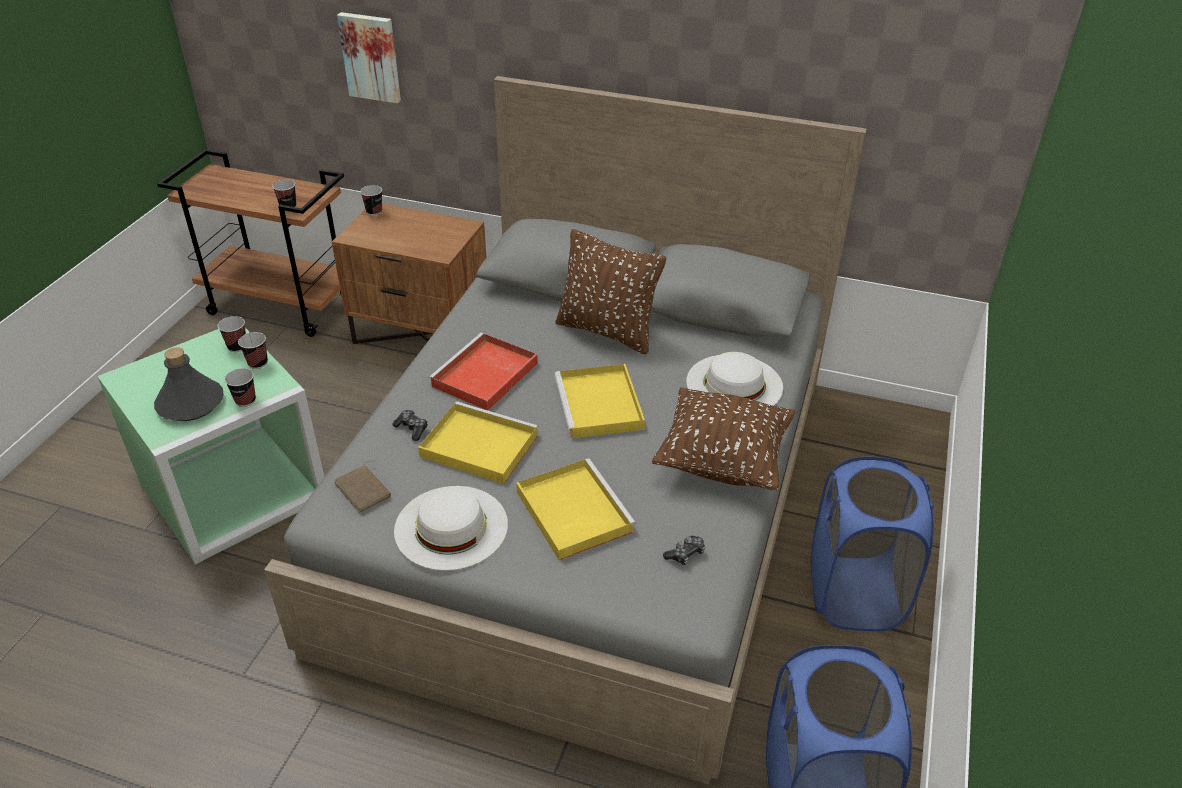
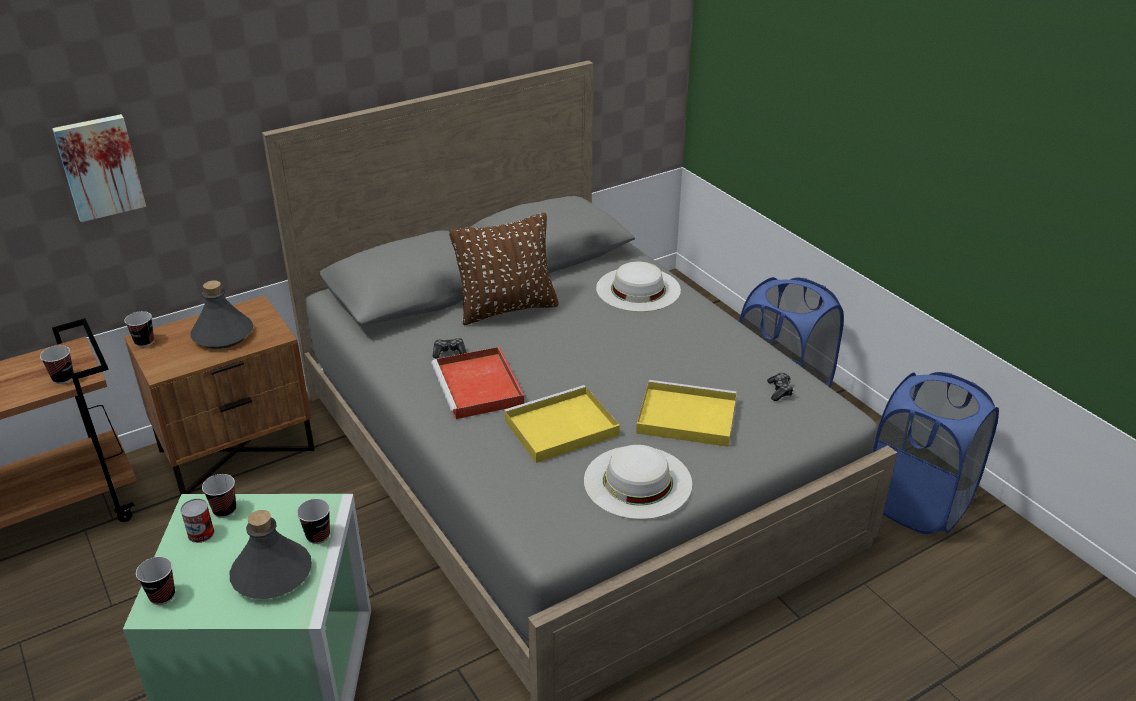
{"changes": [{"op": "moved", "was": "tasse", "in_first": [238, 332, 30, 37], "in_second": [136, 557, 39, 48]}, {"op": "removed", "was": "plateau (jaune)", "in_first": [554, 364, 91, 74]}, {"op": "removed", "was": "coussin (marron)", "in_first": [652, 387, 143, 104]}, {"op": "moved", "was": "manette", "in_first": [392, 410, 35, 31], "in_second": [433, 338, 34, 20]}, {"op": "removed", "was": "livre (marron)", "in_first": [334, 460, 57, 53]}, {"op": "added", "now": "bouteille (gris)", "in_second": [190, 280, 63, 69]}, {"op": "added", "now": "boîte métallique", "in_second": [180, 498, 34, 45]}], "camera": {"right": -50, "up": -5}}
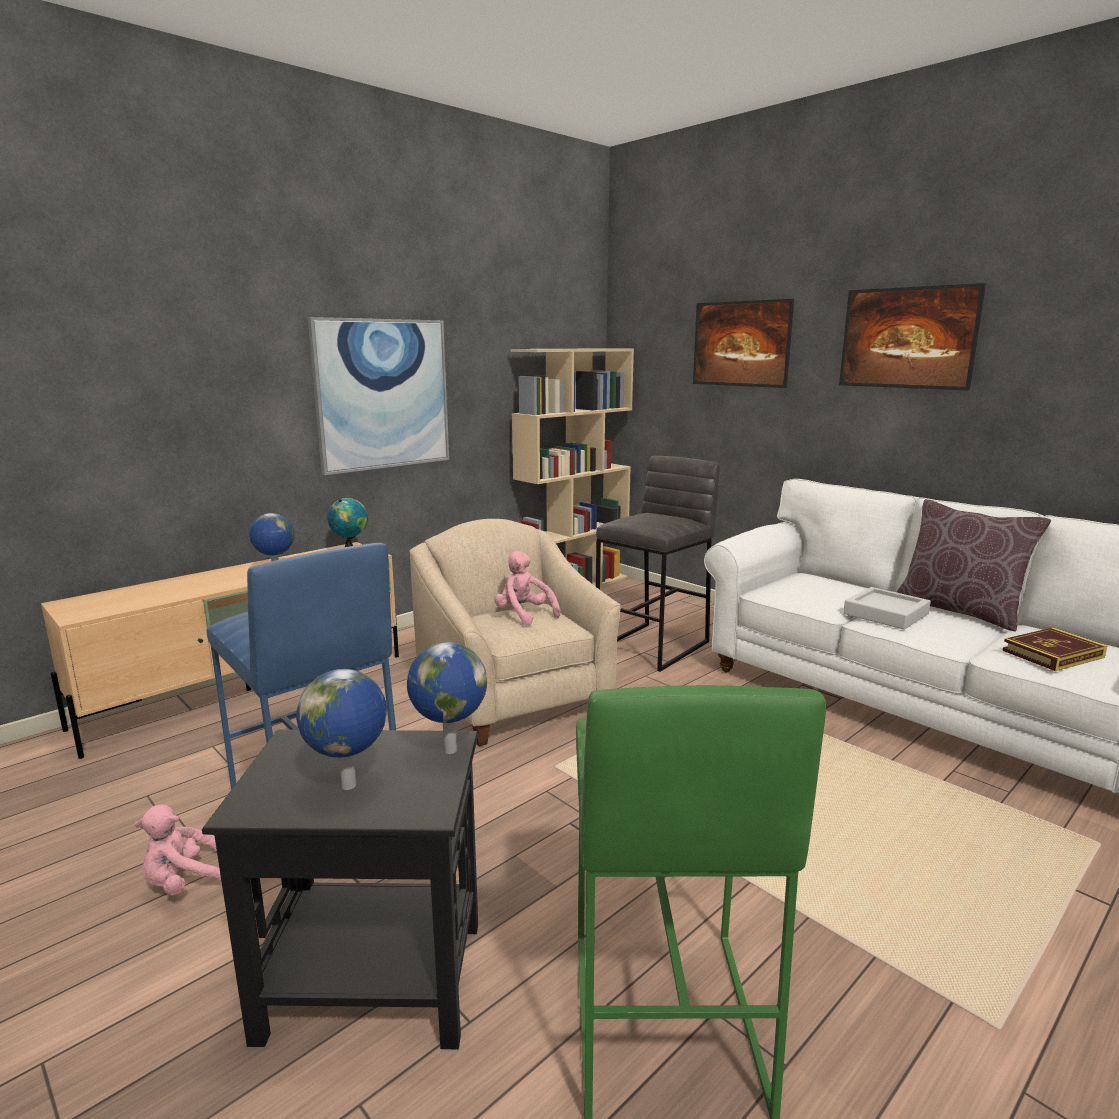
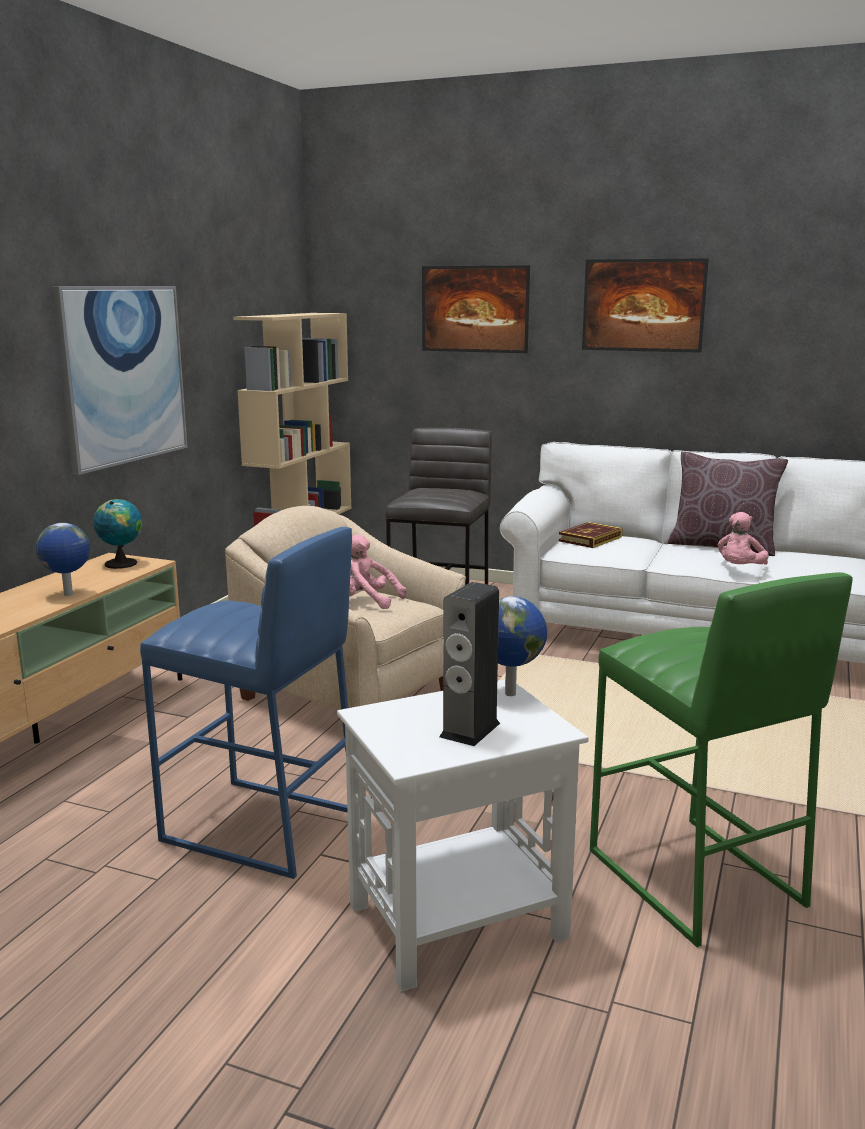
{"changes": [{"op": "removed", "was": "plateau (gris)", "in_first": [843, 587, 88, 43]}, {"op": "moved", "was": "livre", "in_first": [1002, 627, 105, 44], "in_second": [559, 522, 64, 26]}, {"op": "replaced", "was": "globe", "now": "enceinte", "in_first": [296, 669, 91, 121], "in_second": [440, 582, 60, 164]}, {"op": "recoloured", "was": "table d'appoint (noir)", "now": "table d'appoint (blanc)", "in_first": [202, 730, 276, 319], "in_second": [337, 679, 252, 313]}, {"op": "moved", "was": "peluche (rose)", "in_first": [134, 805, 87, 90], "in_second": [718, 512, 51, 53]}], "camera": {"right": -25, "up": 0}}
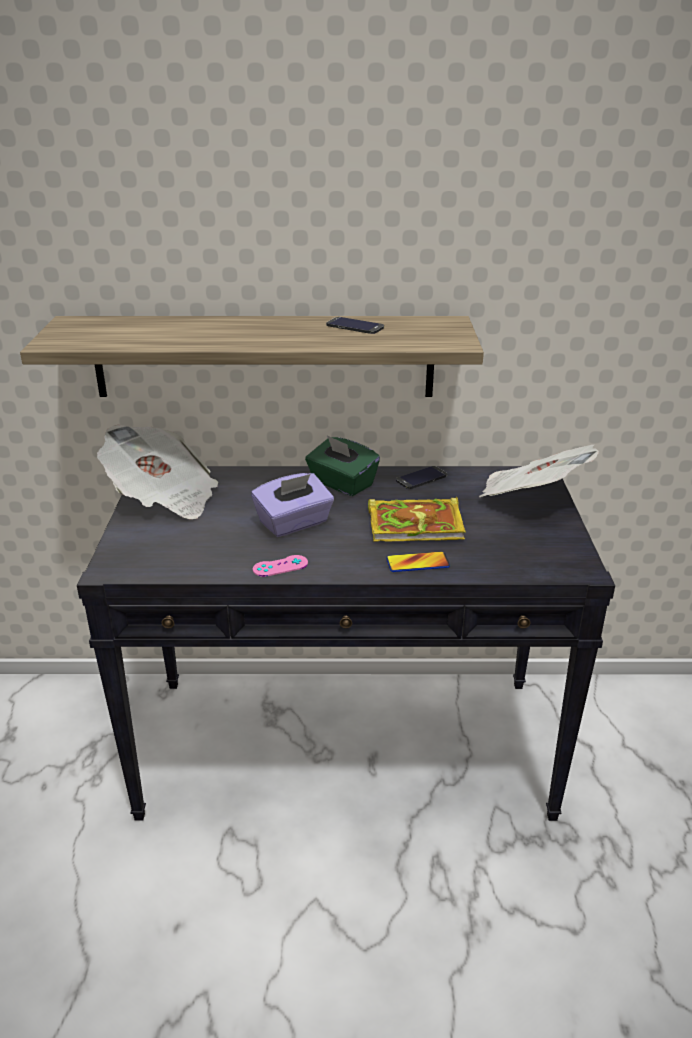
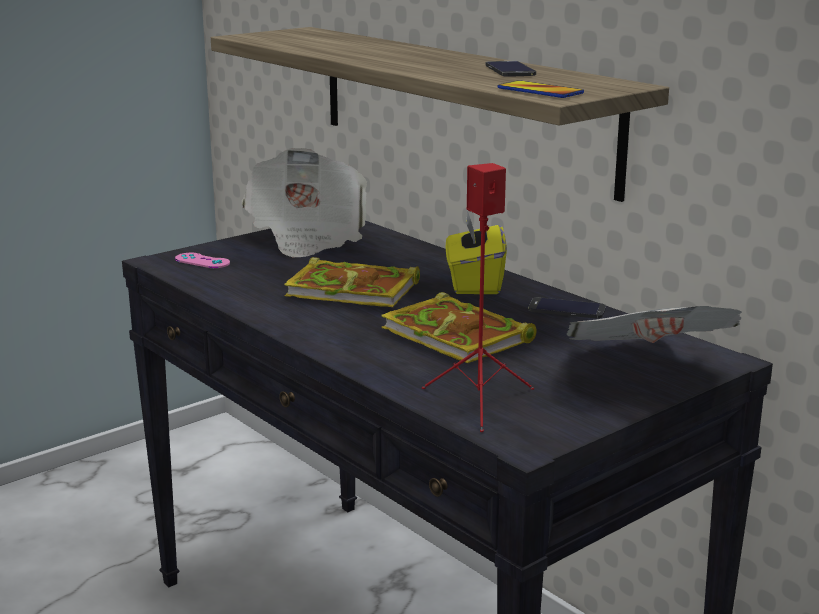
{"changes": [{"op": "recoloured", "was": "boîte à mouchoirs (vert)", "now": "boîte à mouchoirs (jaune)", "in_first": [305, 435, 75, 61], "in_second": [446, 211, 61, 83]}, {"op": "replaced", "was": "boîte à mouchoirs (violet)", "now": "livre", "in_first": [251, 473, 83, 64], "in_second": [284, 257, 136, 50]}, {"op": "moved", "was": "téléphone", "in_first": [386, 551, 64, 21], "in_second": [498, 81, 86, 17]}, {"op": "moved", "was": "manette (rose)", "in_first": [253, 555, 55, 22], "in_second": [175, 253, 55, 15]}, {"op": "added", "now": "enceinte (rouge)", "in_second": [422, 163, 112, 269]}], "camera": {"right": 50, "up": -10}}
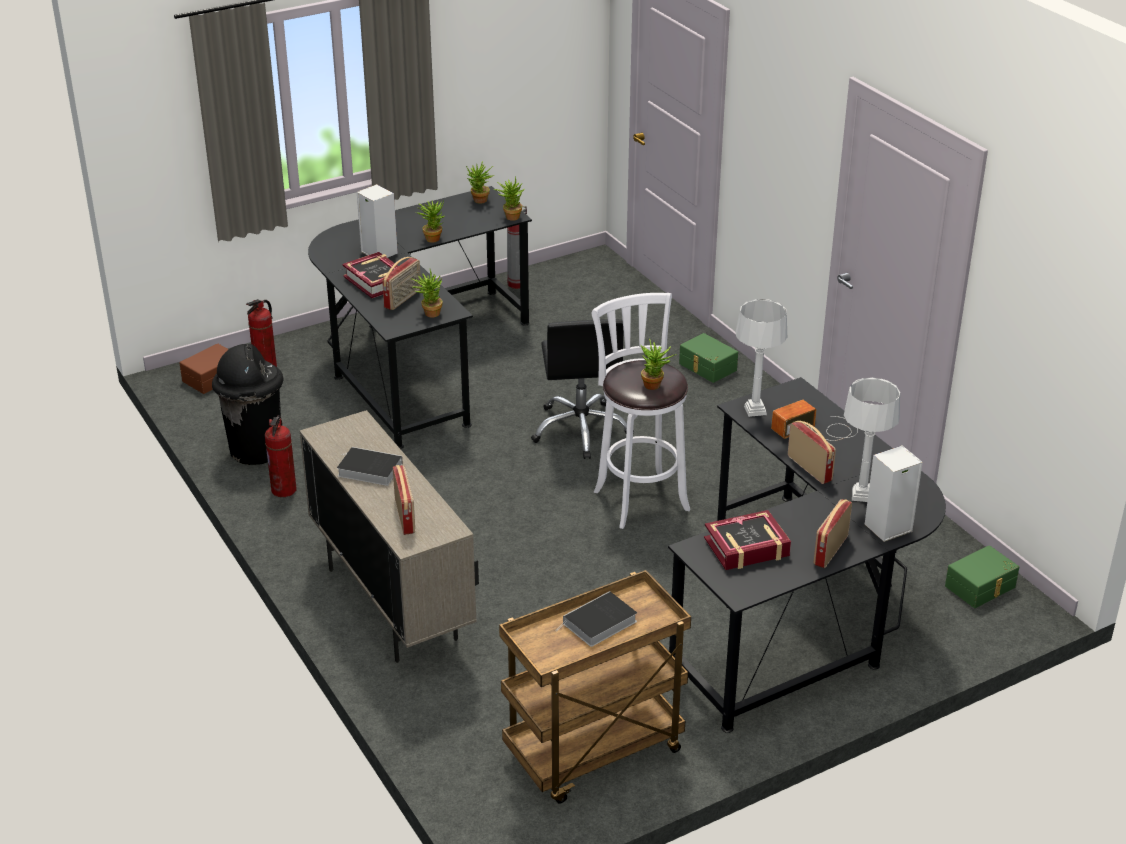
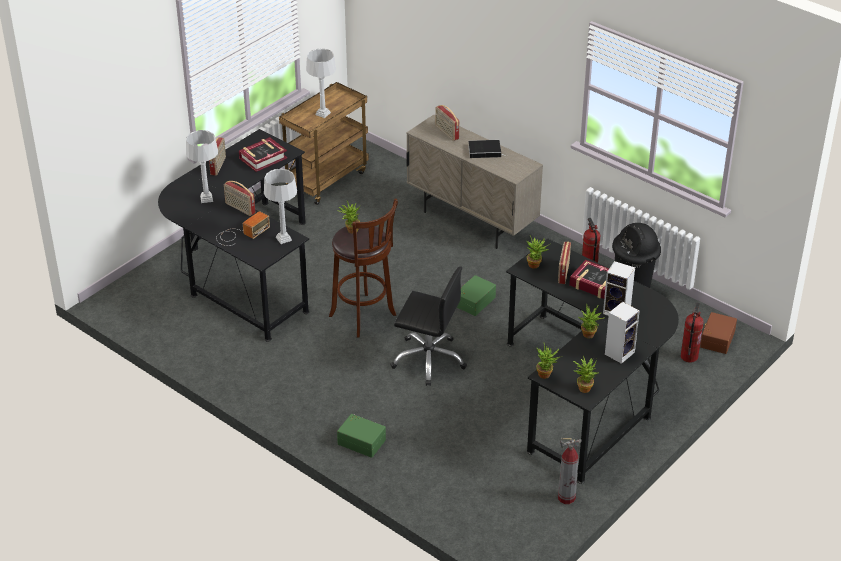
{"changes": [{"op": "recoloured", "was": "tabouret (blanc)", "now": "tabouret (marron)", "in_first": [592, 293, 98, 236], "in_second": [329, 199, 69, 139]}, {"op": "turned", "was": "chaise de bureau (noir)", "in_first": [531, 319, 103, 140], "in_second": [390, 266, 77, 120], "clockwise": 135}, {"op": "moved", "was": "enceinte", "in_first": [865, 445, 58, 97], "in_second": [605, 302, 35, 62]}, {"op": "moved", "was": "boîte de rangement (vert)", "in_first": [945, 545, 74, 63], "in_second": [457, 275, 39, 41]}, {"op": "replaced", "was": "livre", "now": "lampe de table (gris)", "in_first": [557, 591, 80, 56], "in_second": [306, 48, 30, 70]}], "camera": {"right": 160, "up": 5}}
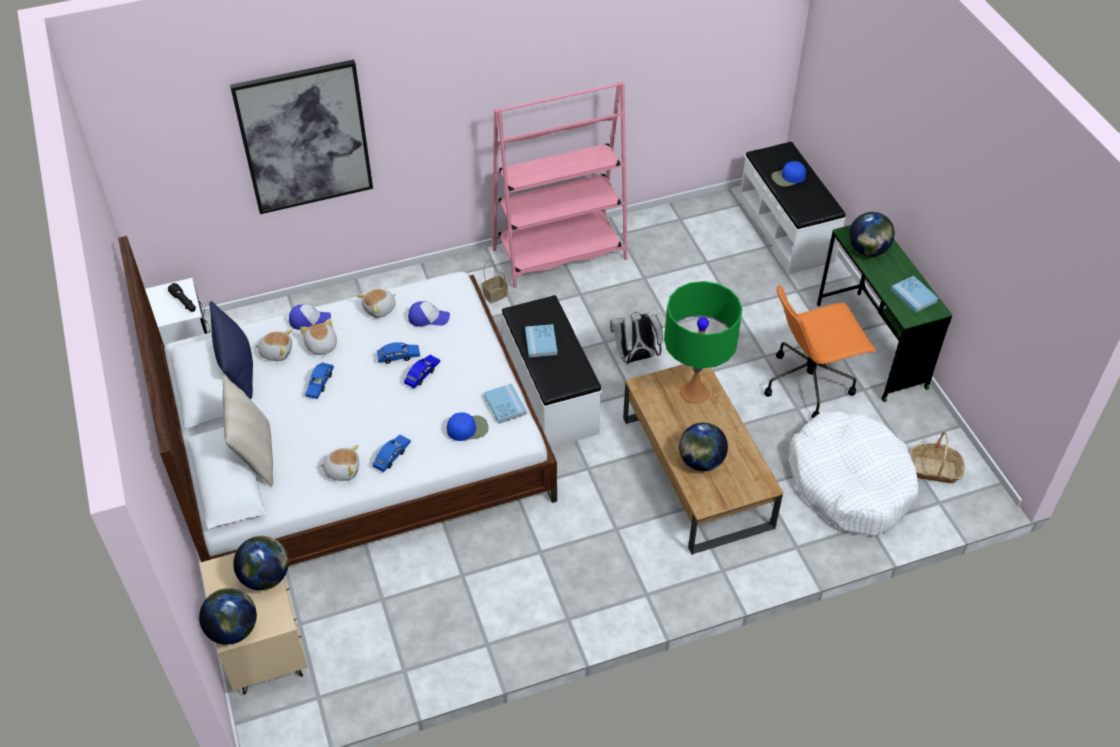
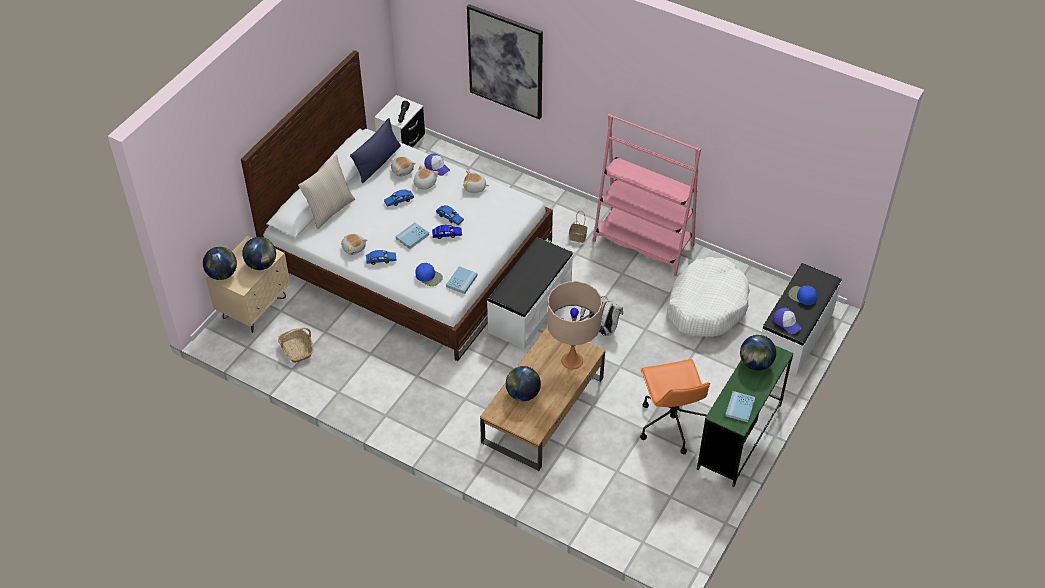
{"changes": [{"op": "recoloured", "was": "lampe de table (vert)", "now": "lampe de table (beige)", "in_first": [664, 281, 79, 123], "in_second": [547, 281, 55, 89]}, {"op": "turned", "was": "chaise de bureau (orange)", "in_first": [764, 284, 112, 134], "in_second": [640, 359, 70, 96], "clockwise": -135}, {"op": "moved", "was": "casquette", "in_first": [408, 301, 42, 26], "in_second": [773, 308, 29, 26]}, {"op": "moved", "was": "livre (bleu)", "in_first": [525, 324, 33, 34], "in_second": [396, 223, 33, 26]}, {"op": "moved", "was": "panier pour chien (blanc)", "in_first": [789, 411, 130, 124], "in_second": [667, 257, 83, 80]}, {"op": "moved", "was": "panier", "in_first": [910, 432, 55, 52], "in_second": [278, 328, 36, 35]}], "camera": {"right": 50, "up": 0}}
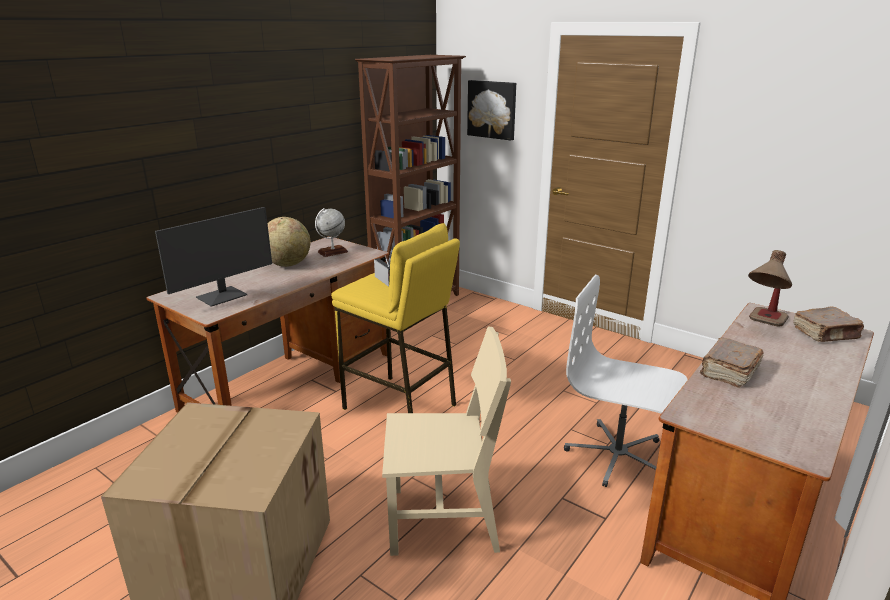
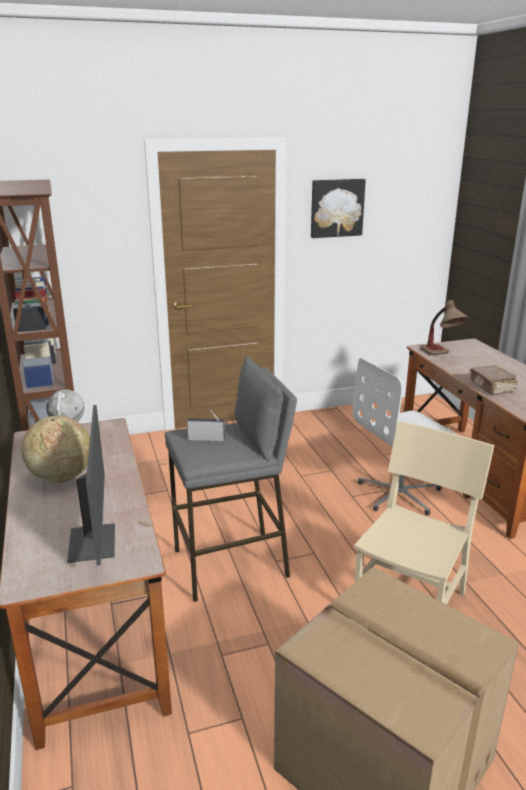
{"changes": [{"op": "moved", "was": "tableau", "in_first": [467, 80, 49, 61], "in_second": [311, 179, 55, 59]}, {"op": "recoloured", "was": "tabouret (jaune)", "now": "tabouret (gris)", "in_first": [331, 223, 129, 190], "in_second": [165, 356, 132, 246]}, {"op": "removed", "was": "livre (marron)", "in_first": [793, 306, 71, 36]}], "camera": {"right": -55, "up": 0}}
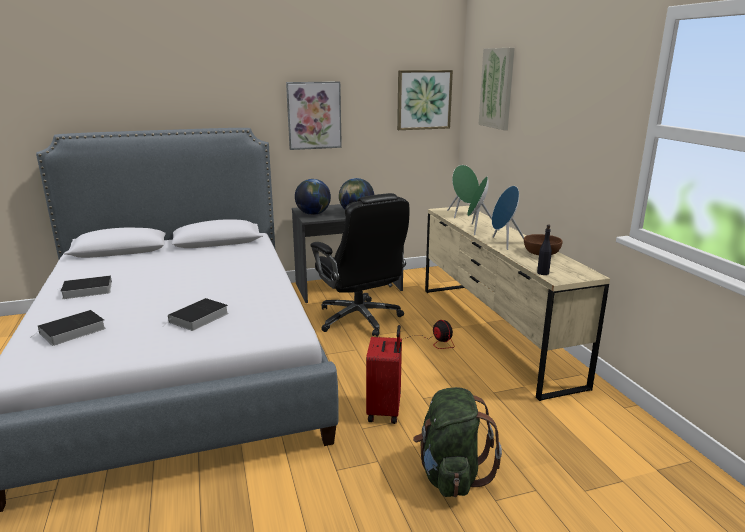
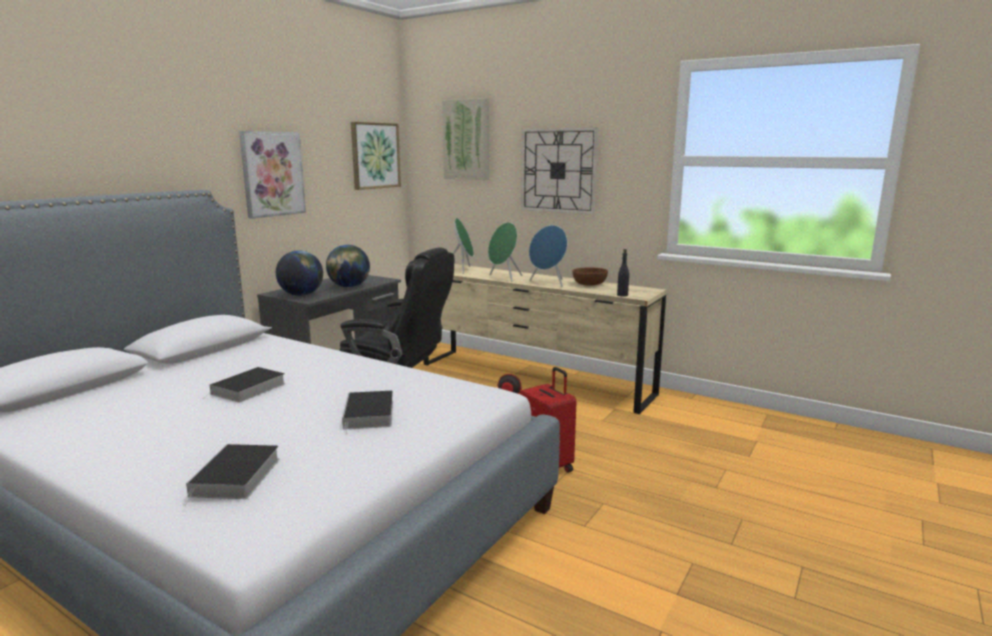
{"changes": [{"op": "moved", "was": "livre", "in_first": [59, 275, 53, 24], "in_second": [205, 367, 81, 36]}, {"op": "removed", "was": "sac à dos (vert)", "in_first": [413, 387, 89, 110]}, {"op": "added", "now": "horloge murale", "in_second": [521, 127, 77, 88]}], "camera": {"right": -40, "up": -5}}
